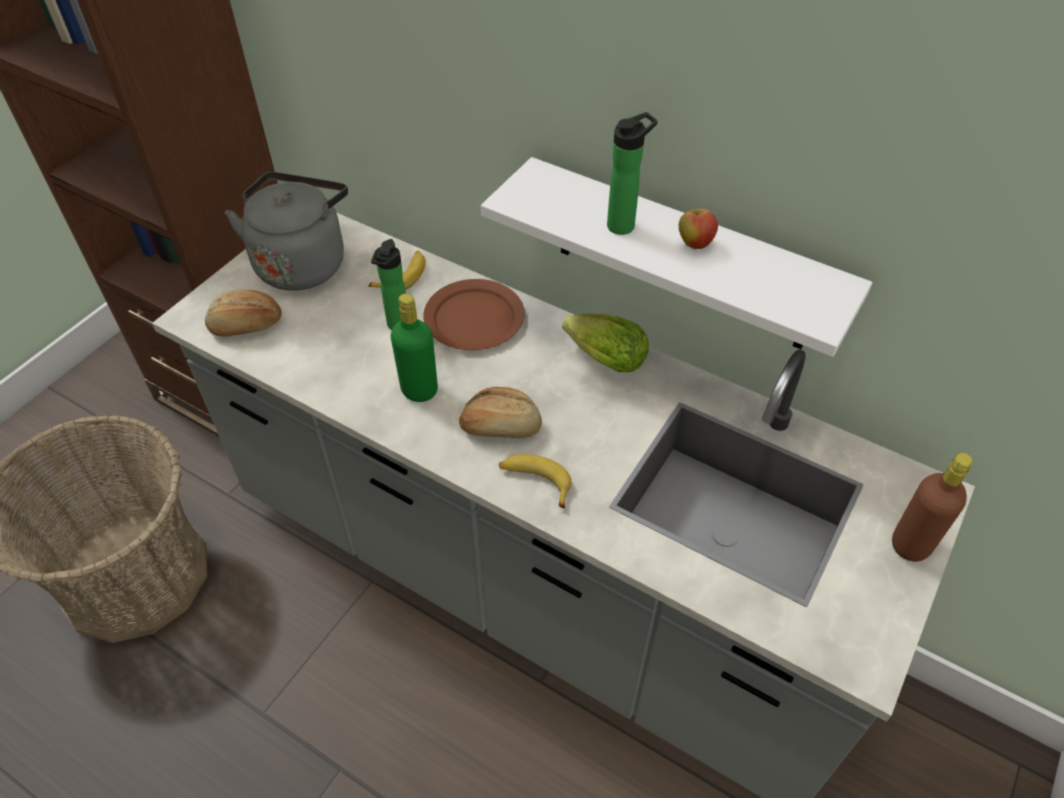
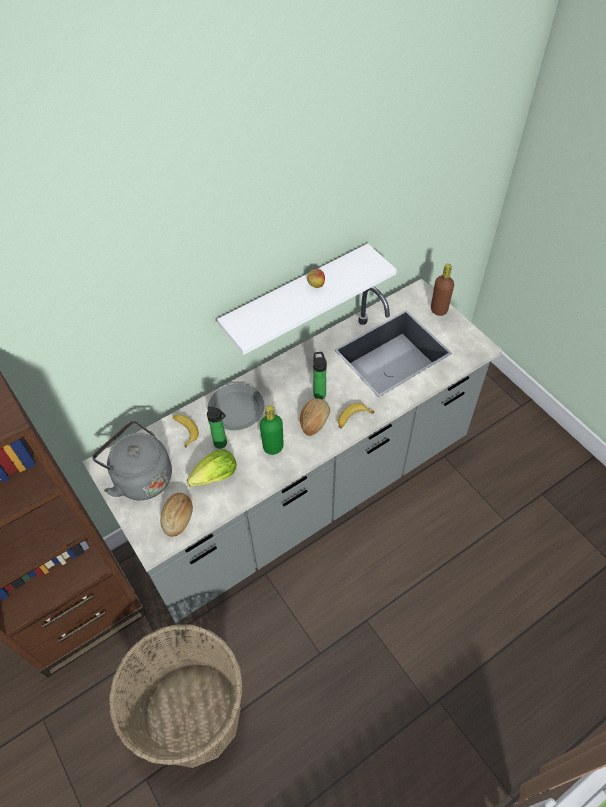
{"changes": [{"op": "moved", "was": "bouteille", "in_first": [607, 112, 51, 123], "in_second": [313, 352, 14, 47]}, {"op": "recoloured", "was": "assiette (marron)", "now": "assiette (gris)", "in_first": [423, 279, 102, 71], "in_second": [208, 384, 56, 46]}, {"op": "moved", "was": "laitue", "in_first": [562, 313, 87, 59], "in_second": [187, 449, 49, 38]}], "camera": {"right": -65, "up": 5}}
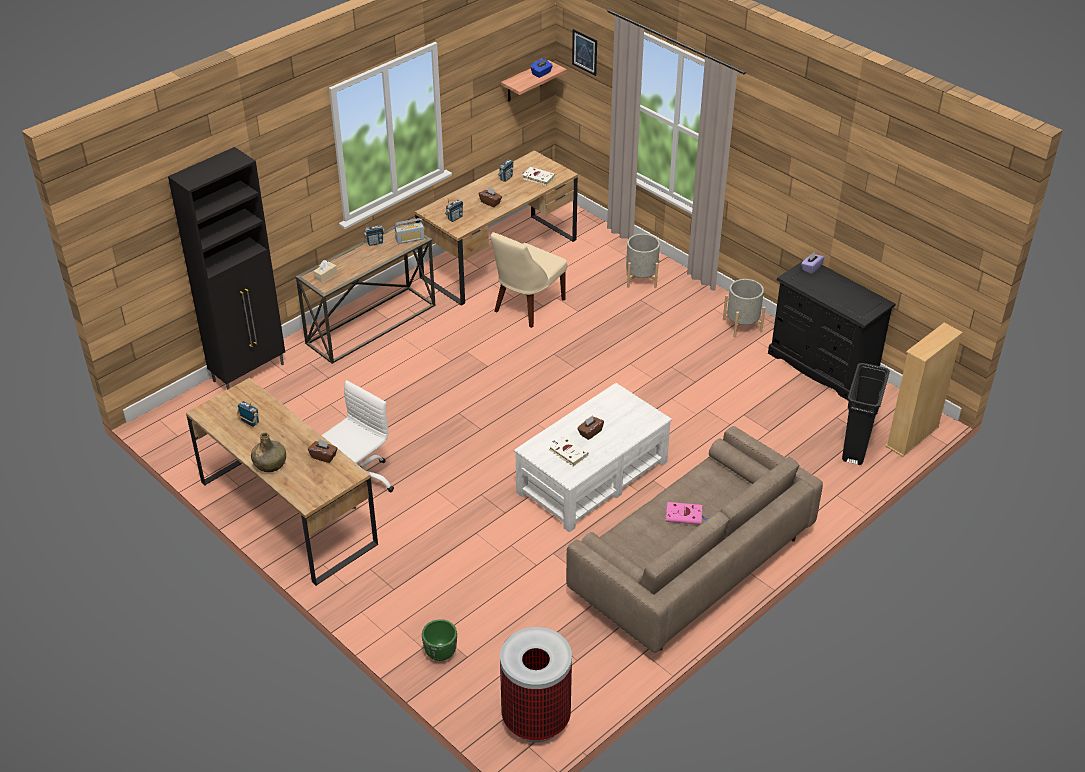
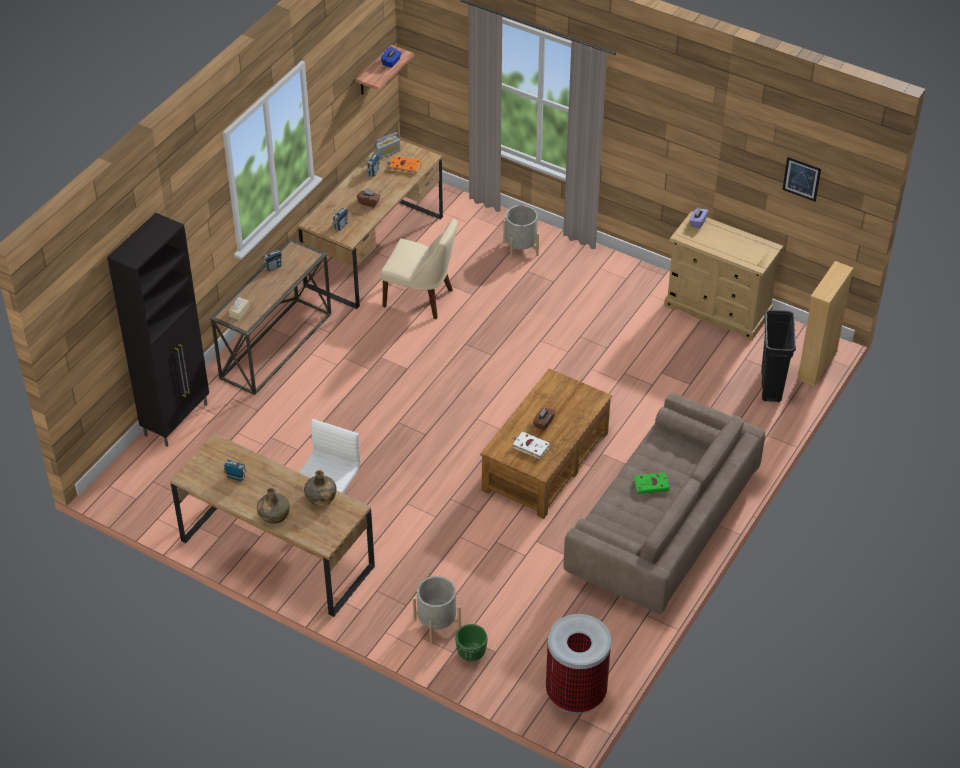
{"changes": [{"op": "moved", "was": "tableau", "in_first": [572, 29, 25, 47], "in_second": [782, 157, 39, 44]}, {"op": "recoloured", "was": "livre (blanc)", "now": "livre (orange)", "in_first": [522, 167, 33, 19], "in_second": [387, 156, 34, 18]}, {"op": "moved", "was": "radio", "in_first": [395, 218, 29, 26], "in_second": [374, 132, 27, 28]}, {"op": "turned", "was": "chaise (beige)", "in_first": [491, 232, 76, 96], "in_second": [381, 219, 77, 100], "clockwise": -90}, {"op": "recoloured", "was": "commode (noir)", "now": "commode (beige)", "in_first": [768, 260, 128, 140], "in_second": [664, 211, 119, 130]}, {"op": "moved", "was": "cache-pot (gris)", "in_first": [723, 279, 43, 58], "in_second": [413, 576, 48, 67]}, {"op": "recoloured", "was": "table basse (blanc)", "now": "table basse (marron)", "in_first": [514, 383, 158, 150], "in_second": [480, 369, 132, 150]}, {"op": "replaced", "was": "boîte à mouchoirs (marron)", "now": "bouteille (vert)", "in_first": [308, 439, 29, 24], "in_second": [304, 470, 33, 36]}, {"op": "recoloured", "was": "livre (rose)", "now": "livre (vert)", "in_first": [665, 502, 44, 23], "in_second": [634, 472, 39, 22]}], "camera": {"right": -15, "up": 5}}
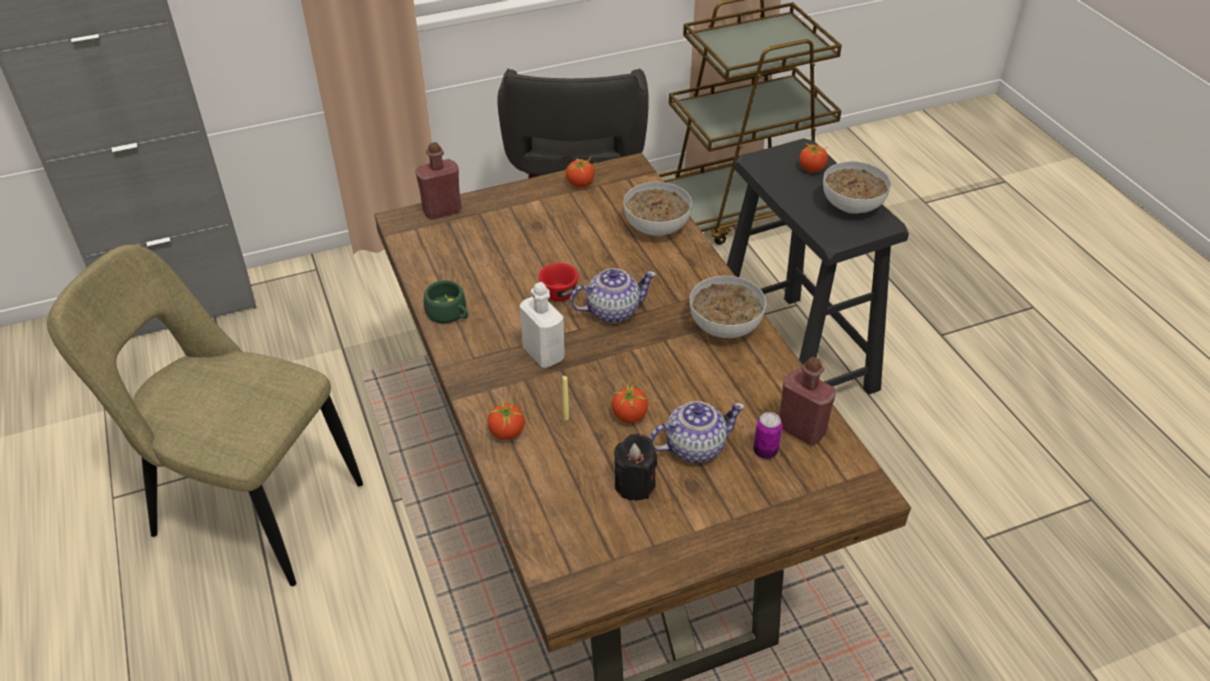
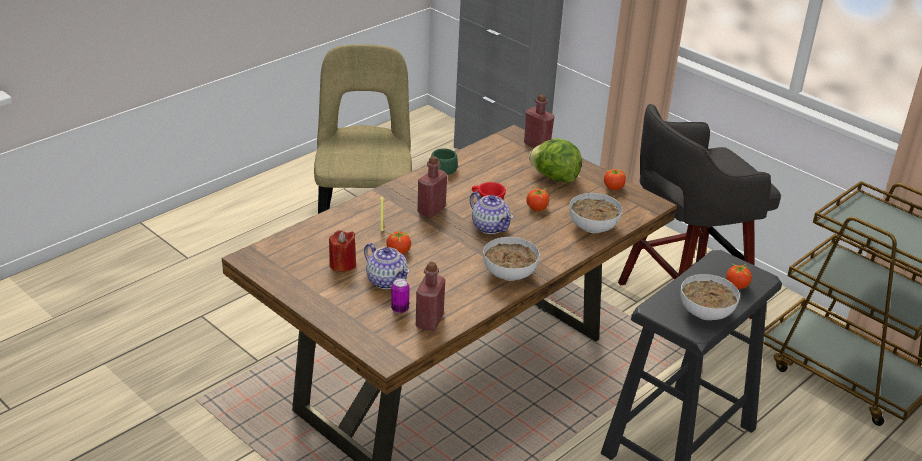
{"changes": [{"op": "recoloured", "was": "bouteille (blanc)", "now": "bouteille (rouge)", "in_first": [520, 282, 45, 86], "in_second": [417, 156, 30, 62]}, {"op": "moved", "was": "tomate", "in_first": [486, 397, 39, 43], "in_second": [526, 186, 26, 25]}, {"op": "recoloured", "was": "bougie (noir)", "now": "bougie (rouge)", "in_first": [614, 434, 43, 67], "in_second": [329, 230, 27, 42]}, {"op": "added", "now": "laitue", "in_second": [529, 139, 53, 44]}], "camera": {"right": 65, "up": -10}}
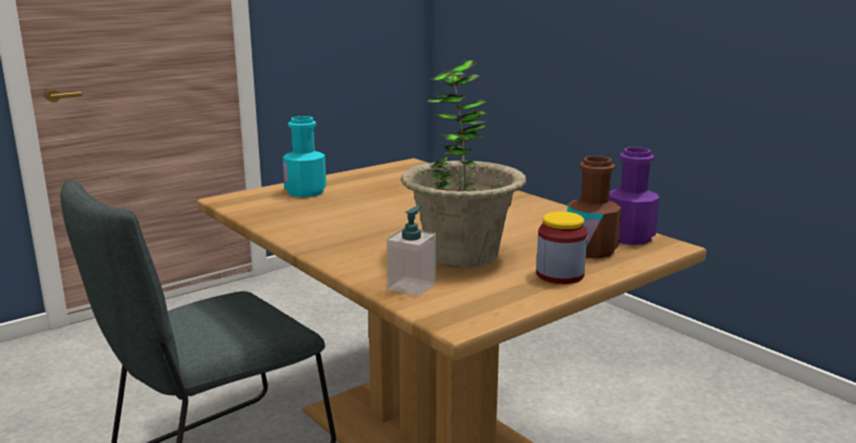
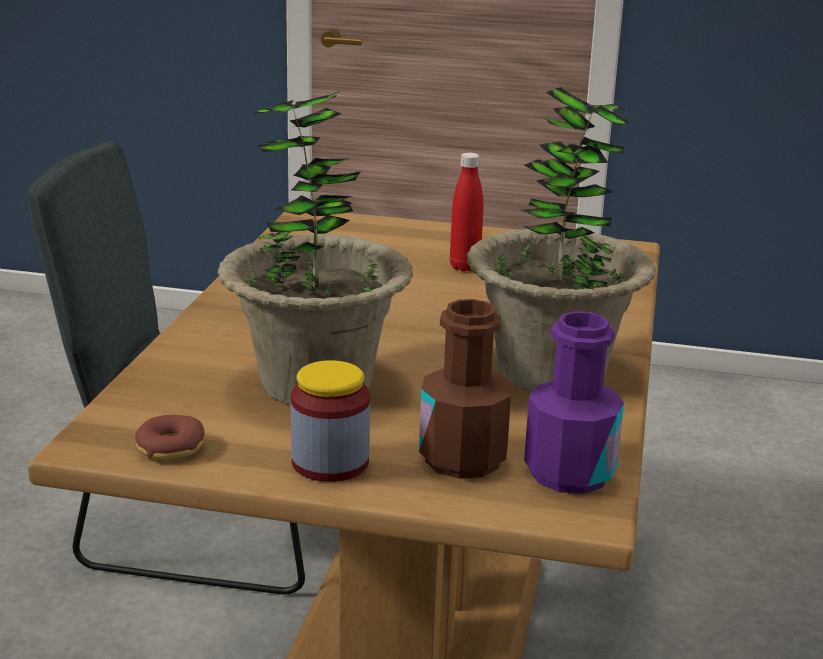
{"changes": [{"op": "removed", "was": "bouteille (turquoise)", "in_first": [283, 116, 43, 81]}, {"op": "removed", "was": "distributeur de savon", "in_first": [387, 205, 49, 91]}, {"op": "added", "now": "plante en pot", "in_second": [467, 87, 189, 305]}, {"op": "added", "now": "bouteille (rouge)", "in_second": [450, 153, 33, 118]}, {"op": "added", "now": "beignet", "in_second": [135, 415, 70, 45]}], "camera": {"right": 50, "up": 5}}
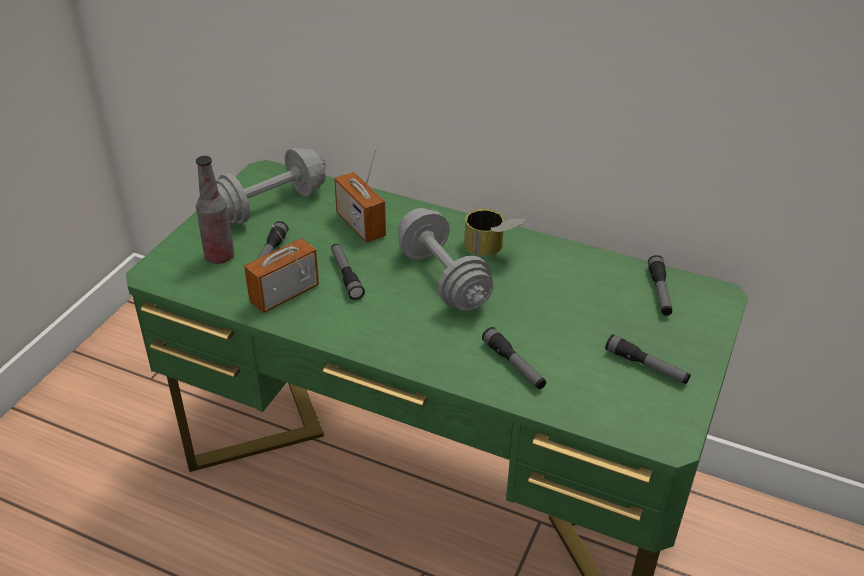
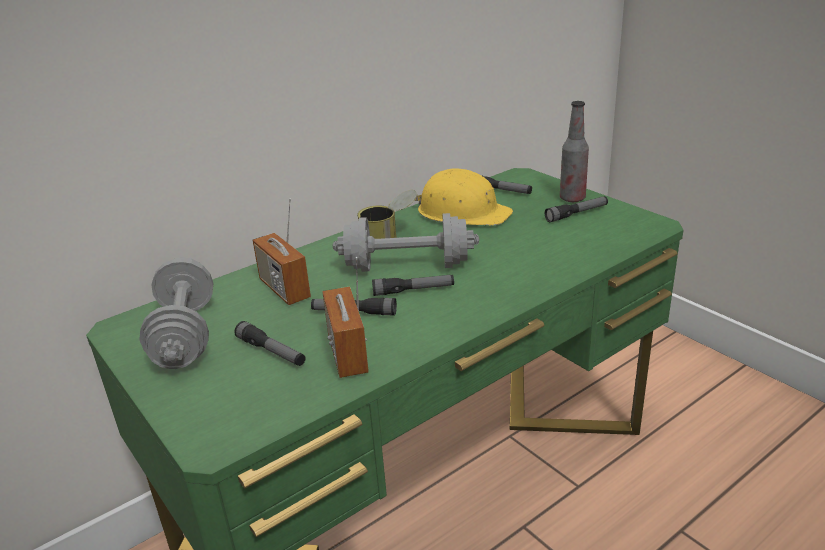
{"changes": [{"op": "turned", "was": "radio", "in_first": [334, 148, 52, 95], "in_second": [253, 198, 58, 107], "clockwise": 60}, {"op": "moved", "was": "bouteille", "in_first": [196, 156, 38, 108], "in_second": [560, 101, 29, 101]}, {"op": "moved", "was": "lampe de poche", "in_first": [482, 327, 64, 62], "in_second": [372, 275, 82, 21]}, {"op": "added", "now": "casque de chantier (jaune)", "in_second": [414, 168, 99, 58]}], "camera": {"right": -60, "up": -10}}
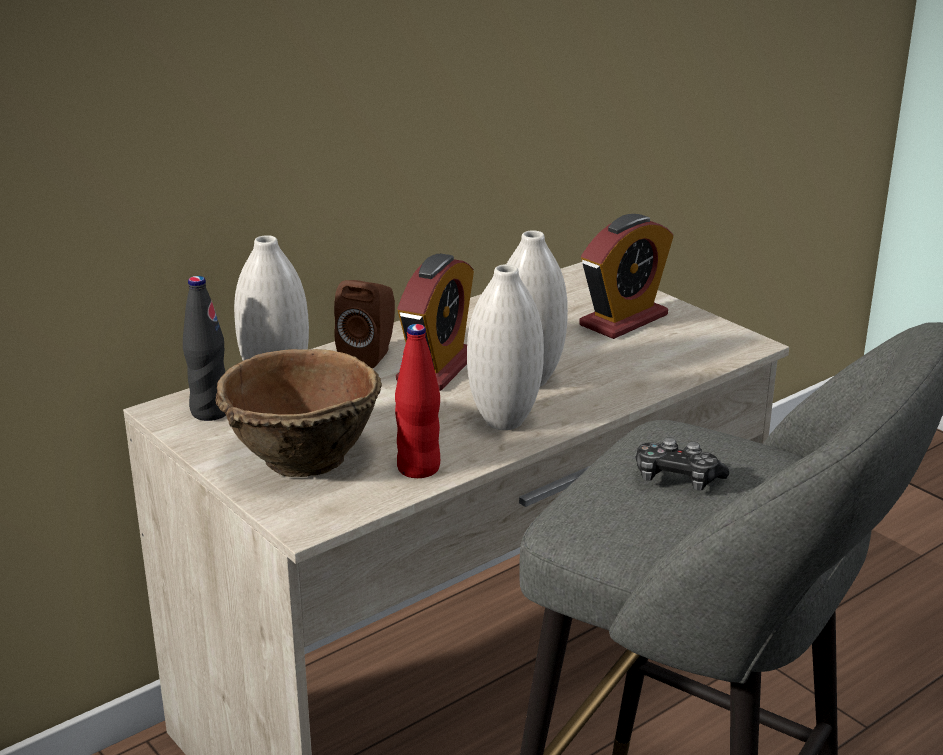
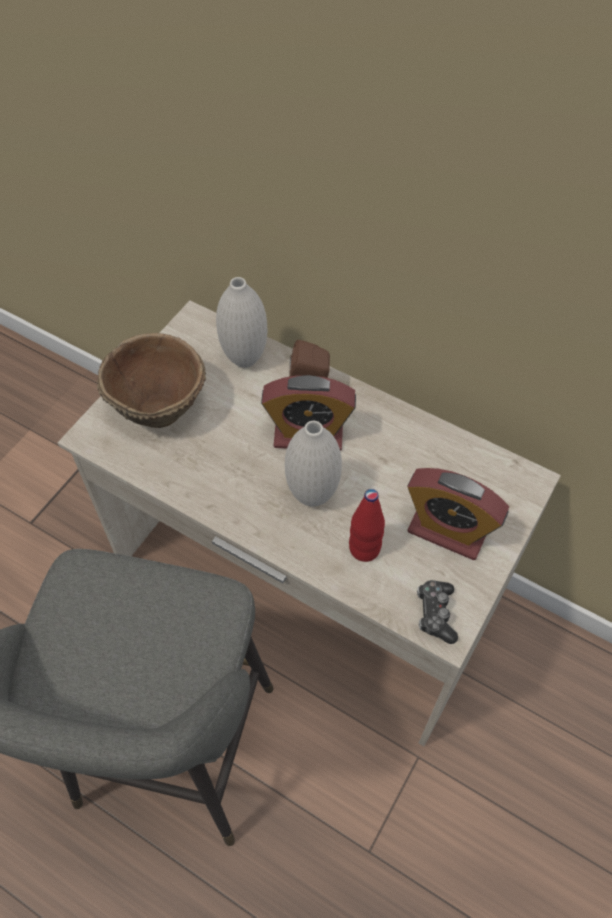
{"changes": [{"op": "removed", "was": "vase (blanc)", "in_first": [467, 264, 77, 166]}, {"op": "removed", "was": "bouteille (noir)", "in_first": [183, 276, 43, 145]}, {"op": "moved", "was": "bouteille (rouge)", "in_first": [395, 324, 45, 154], "in_second": [349, 489, 36, 73]}, {"op": "moved", "was": "manette", "in_first": [636, 437, 93, 53], "in_second": [417, 580, 41, 64]}], "camera": {"right": 70, "up": 30}}
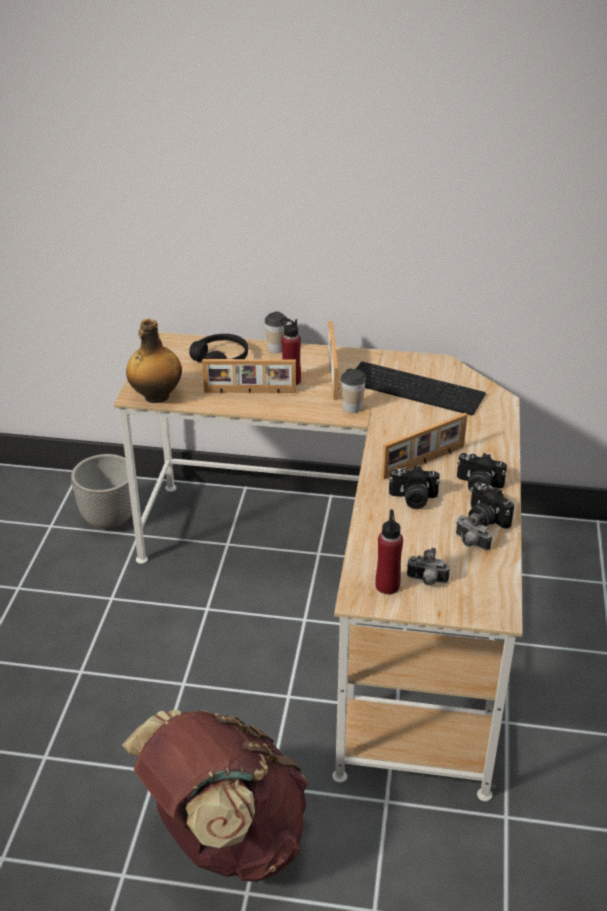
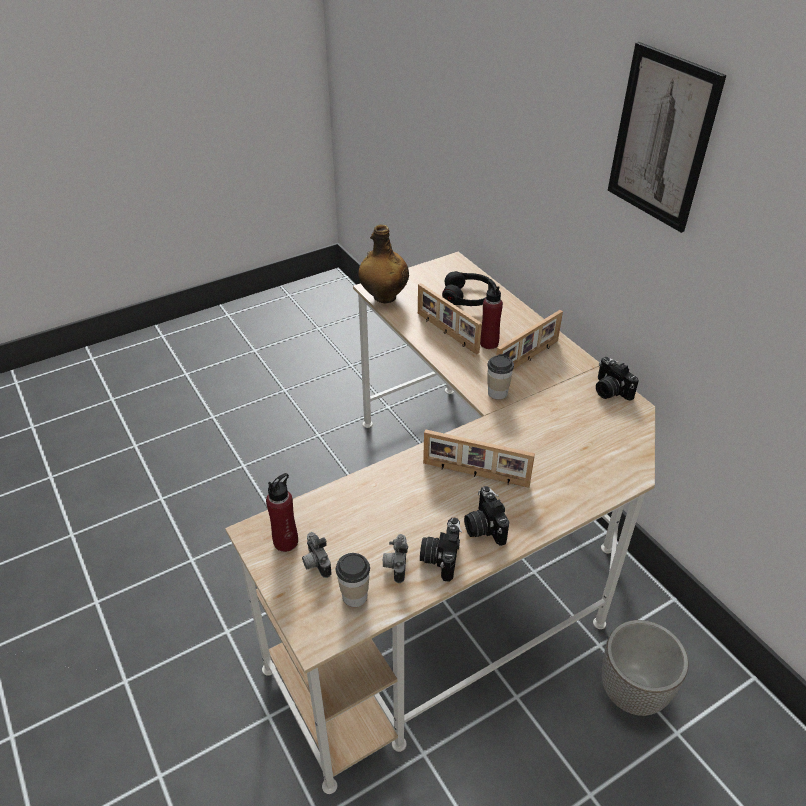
{"changes": [{"op": "moved", "was": "tasse", "in_first": [265, 311, 23, 42], "in_second": [336, 553, 34, 54]}, {"op": "removed", "was": "clavier", "in_first": [356, 362, 130, 53]}, {"op": "moved", "was": "cache-pot", "in_first": [71, 454, 61, 76], "in_second": [602, 620, 87, 96]}, {"op": "moved", "was": "appareil photo", "in_first": [389, 466, 51, 43], "in_second": [596, 357, 43, 44]}, {"op": "removed", "was": "sac à dos (marron)", "in_first": [122, 710, 187, 172]}, {"op": "added", "now": "tableau", "in_second": [607, 42, 119, 191]}], "camera": {"right": 50, "up": 5}}
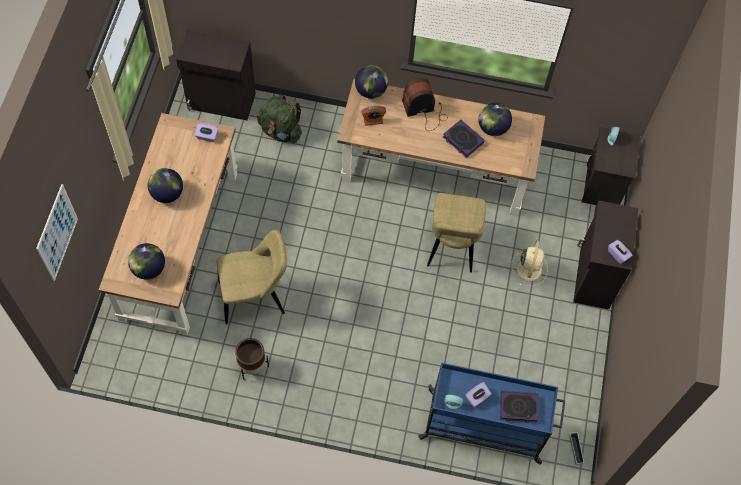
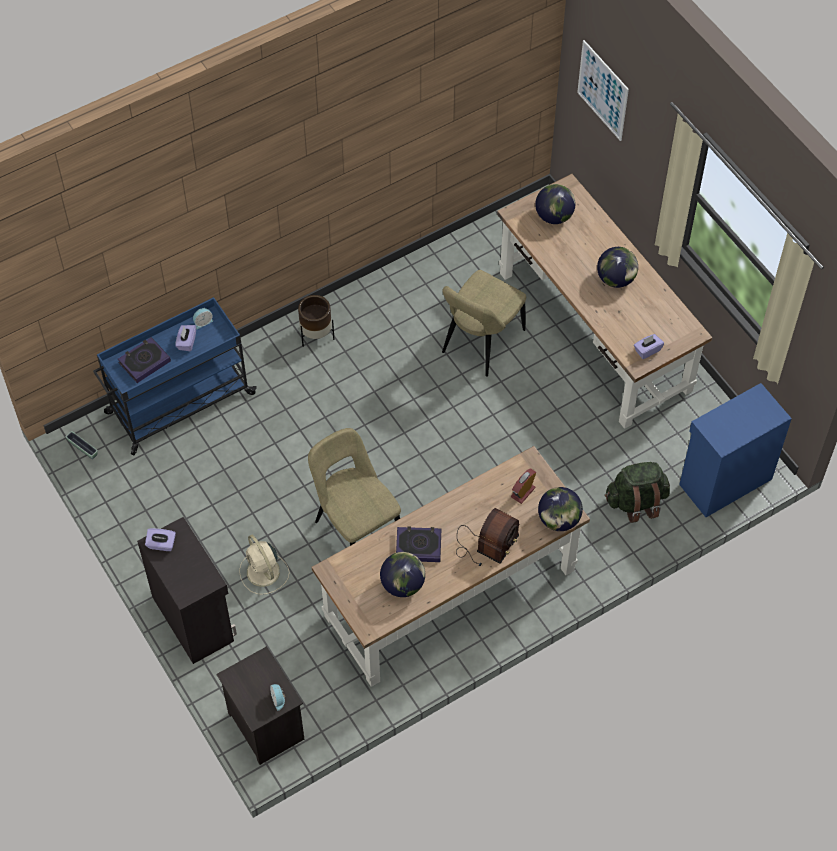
{"changes": [{"op": "recoloured", "was": "meuble de rangement (noir)", "now": "meuble de rangement (bleu)", "in_first": [176, 30, 80, 90], "in_second": [679, 383, 113, 134]}, {"op": "moved", "was": "cache-pot (marron)", "in_first": [235, 338, 34, 42], "in_second": [298, 295, 37, 52]}], "camera": {"right": 140, "up": -5}}
